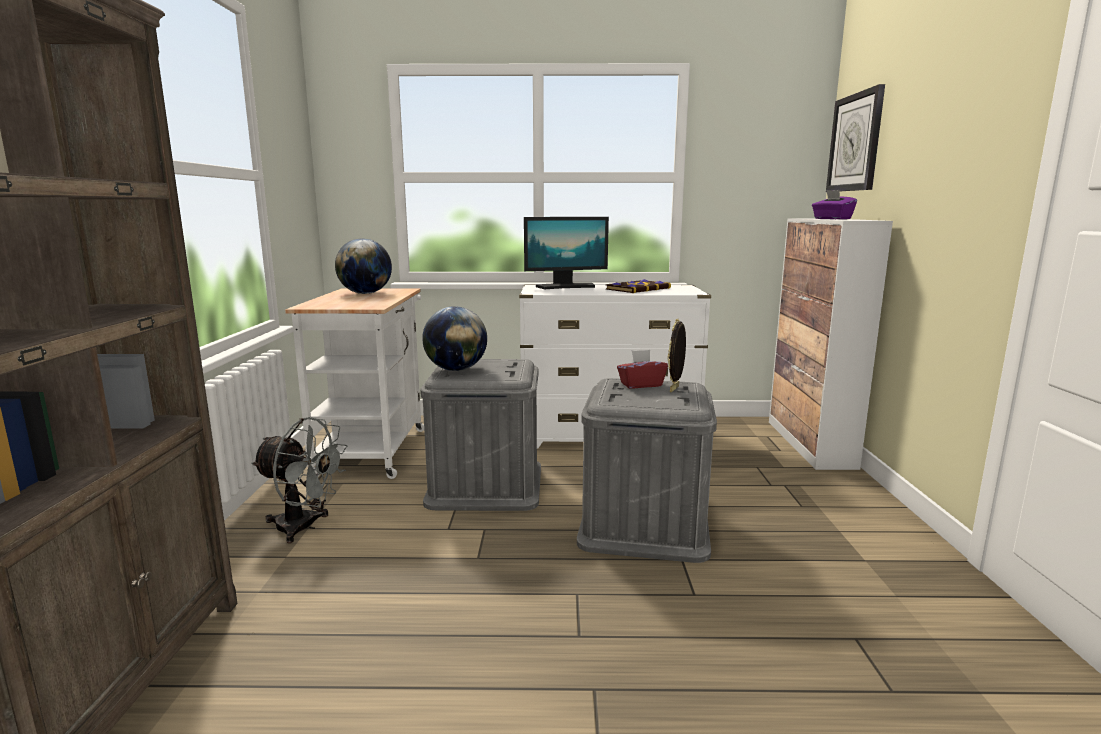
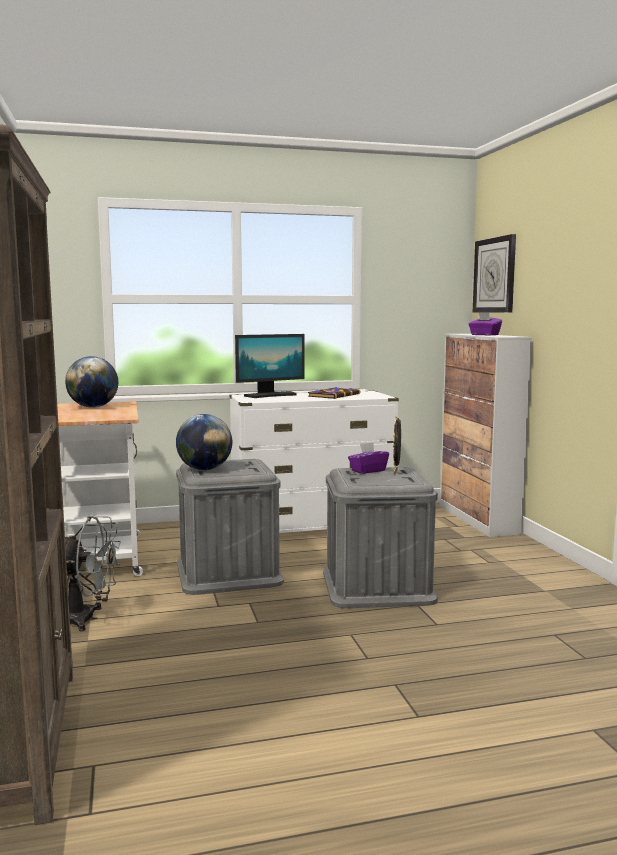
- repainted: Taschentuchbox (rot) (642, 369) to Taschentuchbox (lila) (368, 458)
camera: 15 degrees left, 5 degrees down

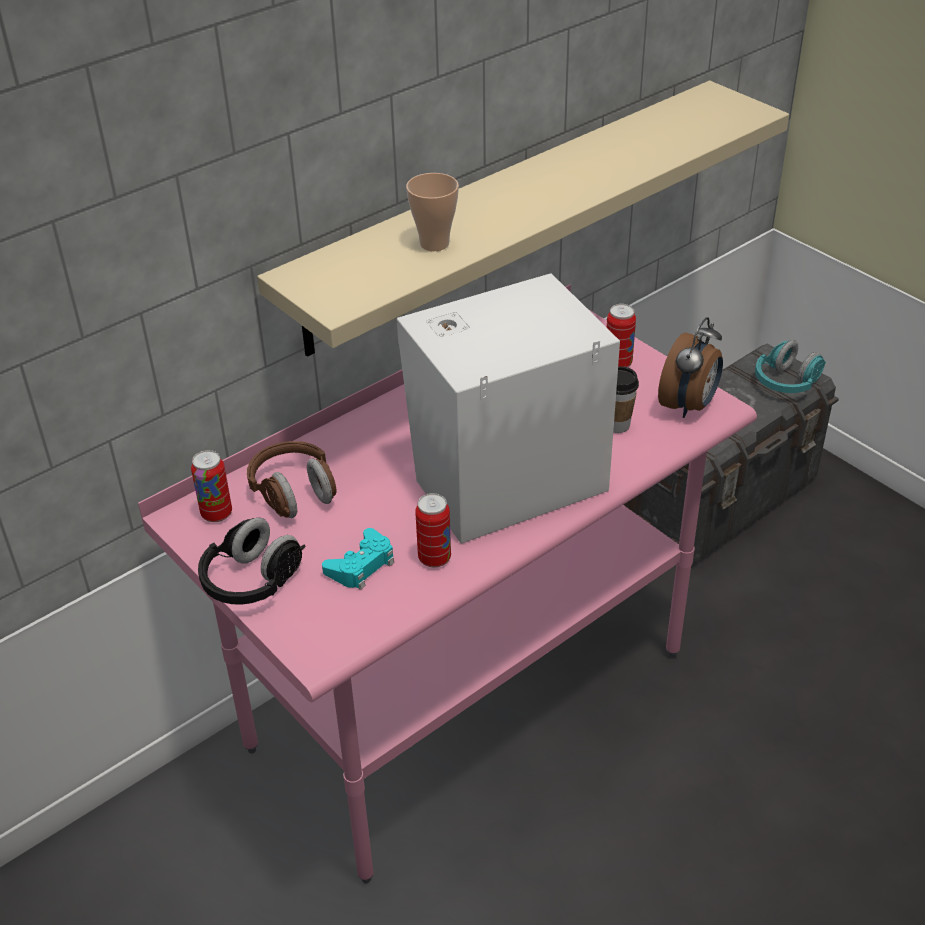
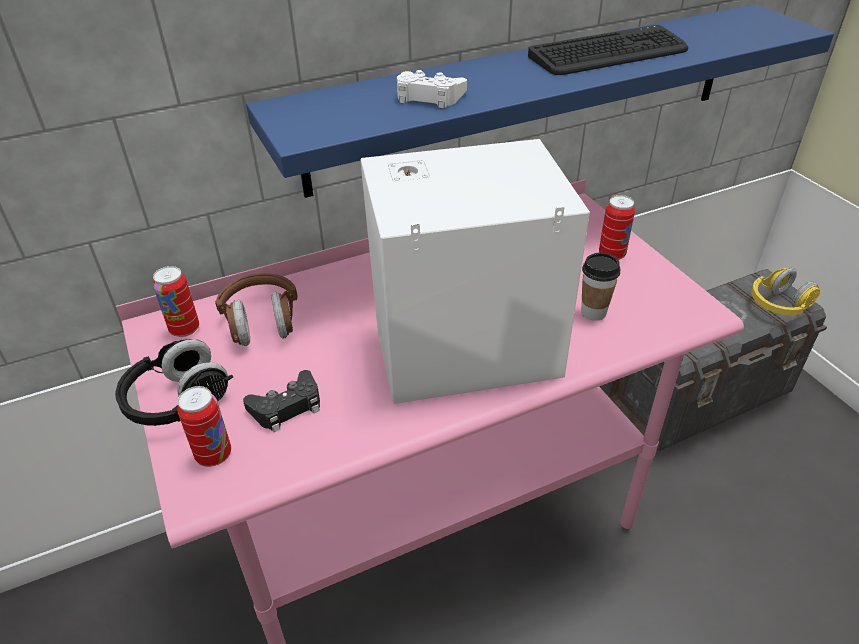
- repainted: Wandregal (beige) (523, 219) to Wandregal (blau) (540, 101)
- swapped: Tasse (432, 212) to Gamepad (weiß) (432, 89)
- gone: Wecker (690, 367)
- repainted: Kopfhörer (türkis) (790, 366) to Kopfhörer (gelb) (786, 291)
- shifted: Dose (433, 530) to (204, 426)
- repainted: Gamepad (türkis) (358, 559) to Gamepad (schwarz) (281, 401)
- new: Tastatur (608, 50)
camera: 15 degrees right, 0 degrees up

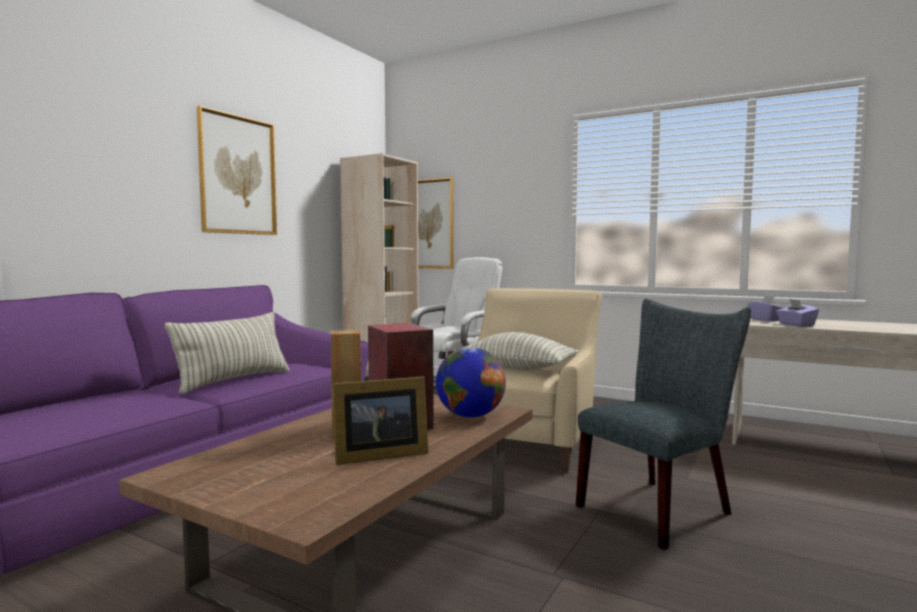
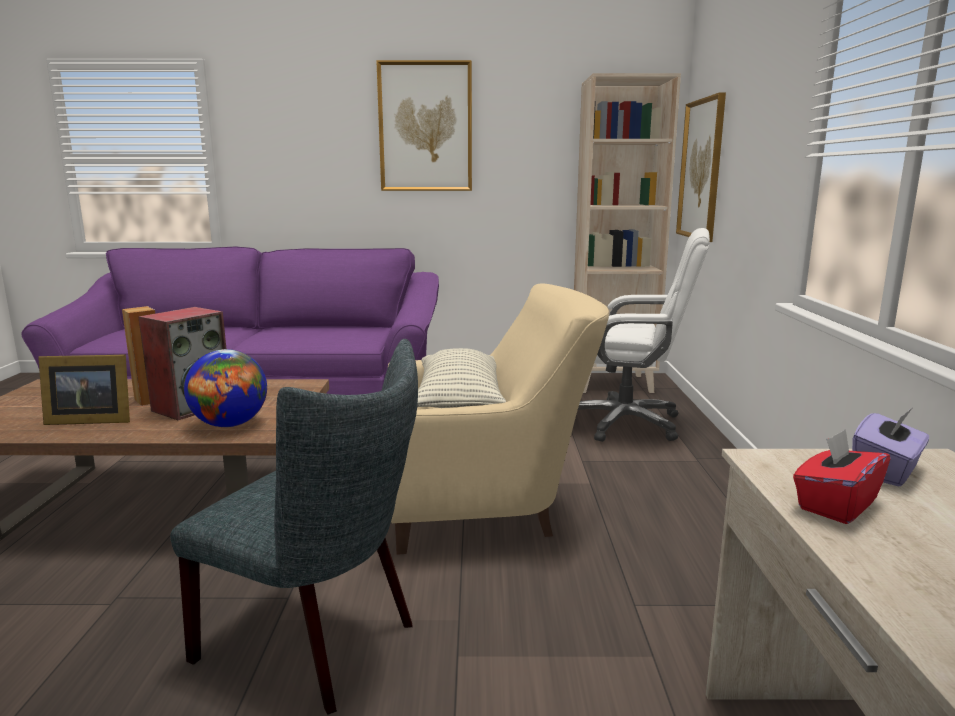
- repainted: Taschentuchbox (lila) (797, 312) to Taschentuchbox (rot) (841, 476)
- gone: Kissen (227, 353)
- rotated: Bilderrahmen (380, 420) = (84, 389) 45 degrees counterclockwise
camera: 60 degrees right, 10 degrees up

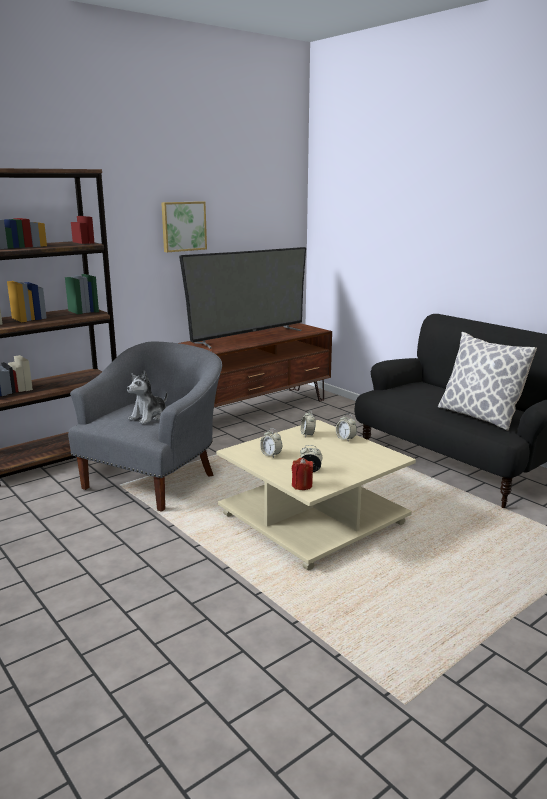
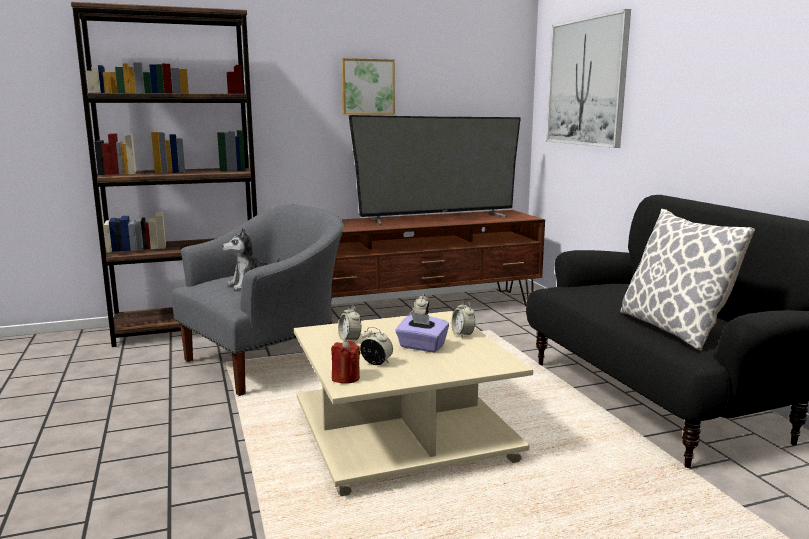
- new: Bild (588, 78)
- new: Taschentuchbox (lila) (422, 332)
camera: 20 degrees right, 5 degrees down

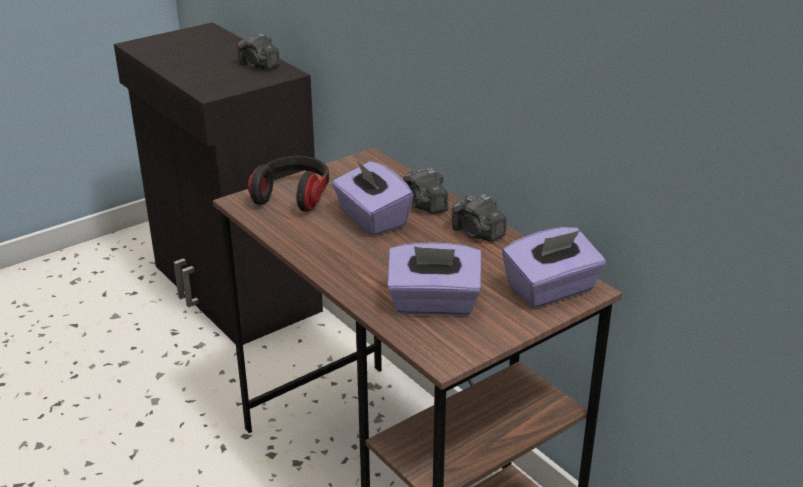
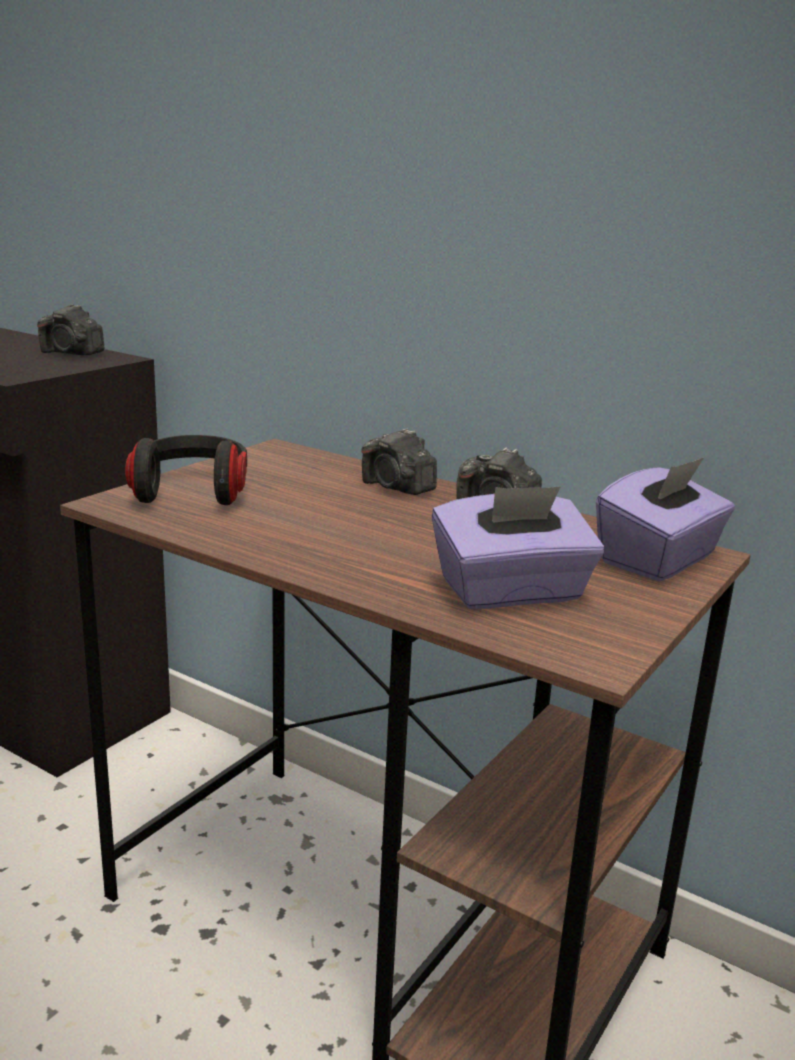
- gone: Taschentuchbox (lila) (372, 197)
camera: 20 degrees left, 10 degrees down

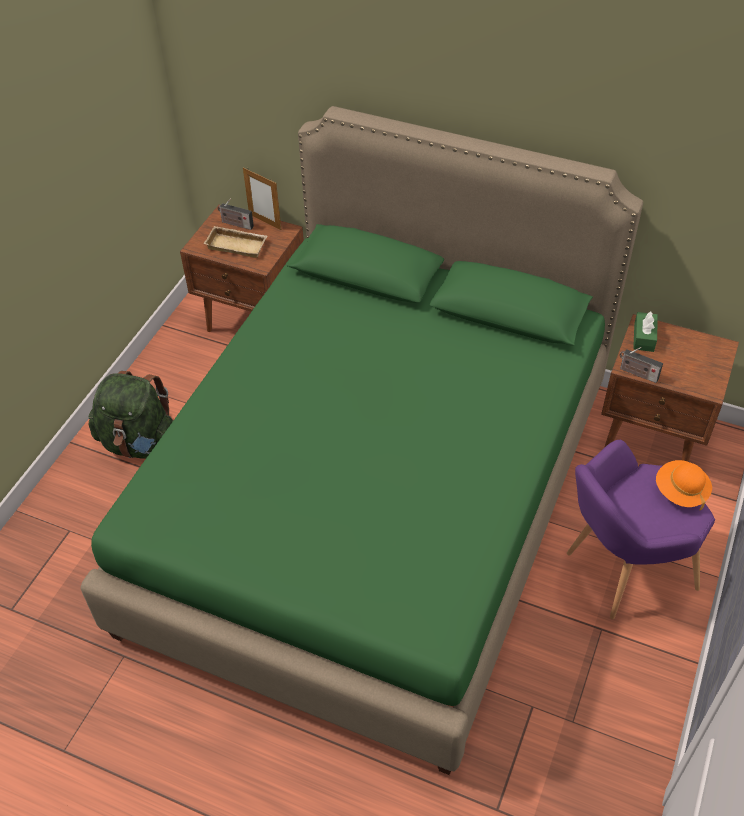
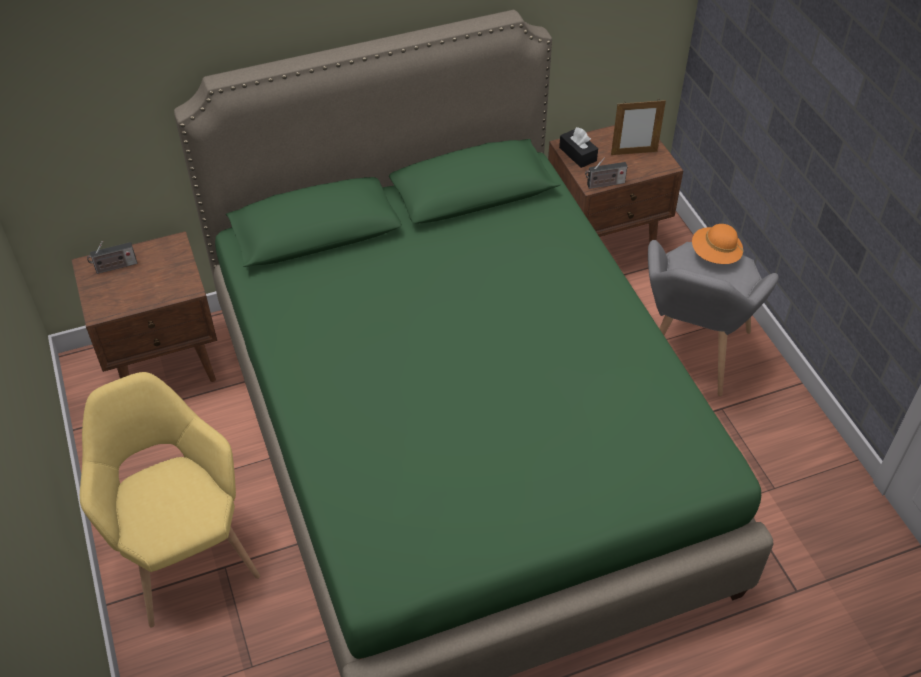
- shifted: Bilderrahmen (262, 199) to (638, 127)
- gone: Tablett (beige) (235, 242)
- repainted: Taschentuchbox (grün) (645, 331) to Taschentuchbox (schwarz) (578, 147)
- swapped: Rucksack (grün) (130, 415) to Sessel (gelb) (170, 500)
- repainted: Sessel (lila) (641, 530) to Sessel (grau) (713, 318)
camera: 45 degrees left, 0 degrees up

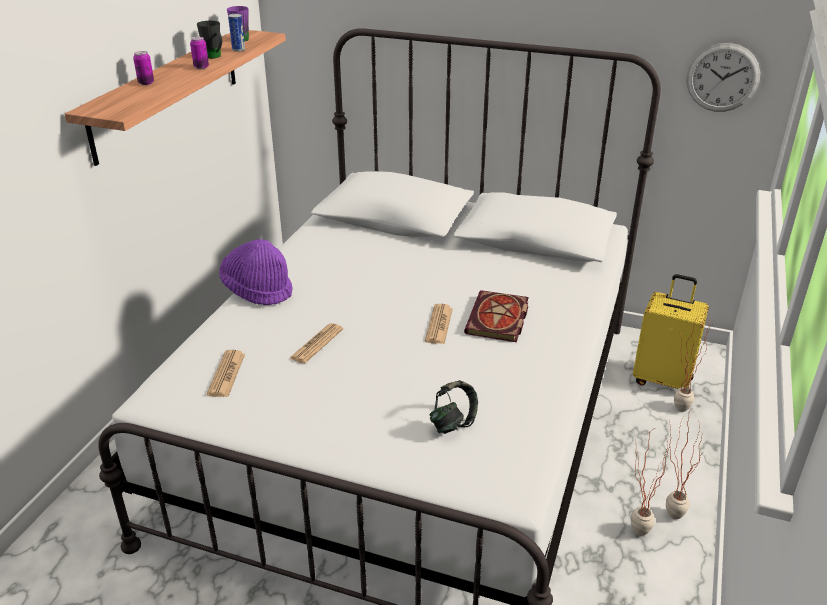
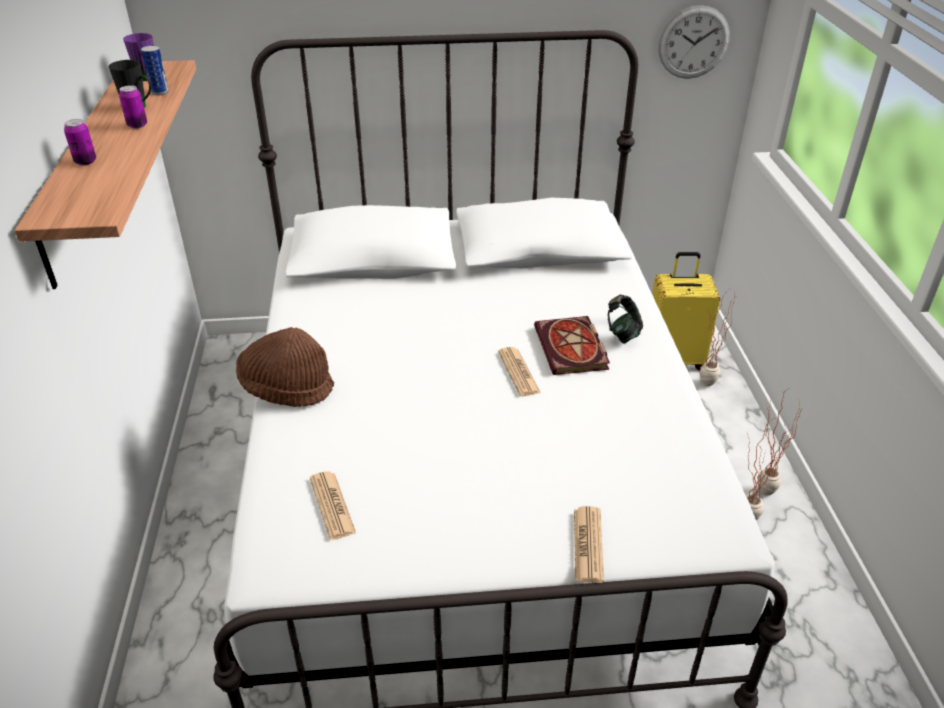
- repainted: Hut (lila) (256, 272) to Hut (braun) (285, 367)
- shifted: Zeitung (316, 343) to (589, 544)
- shifted: Kopfhörer (453, 407) to (625, 319)
camera: 25 degrees left, 5 degrees up

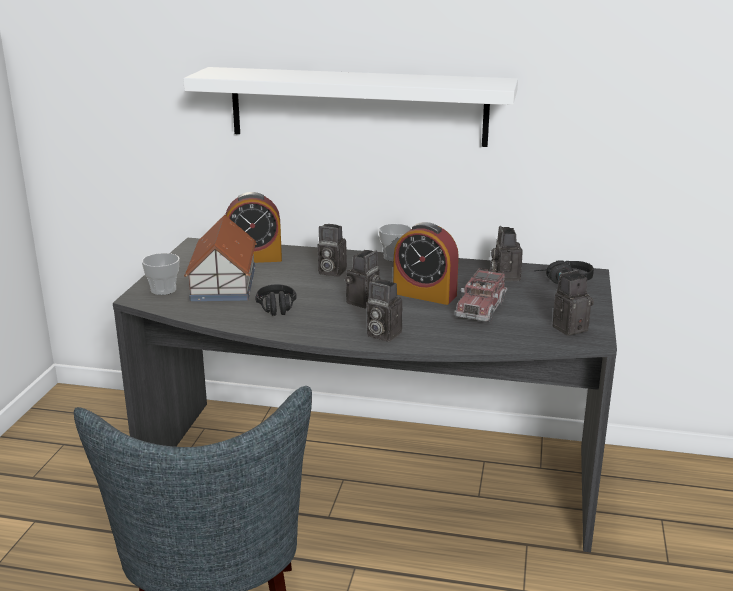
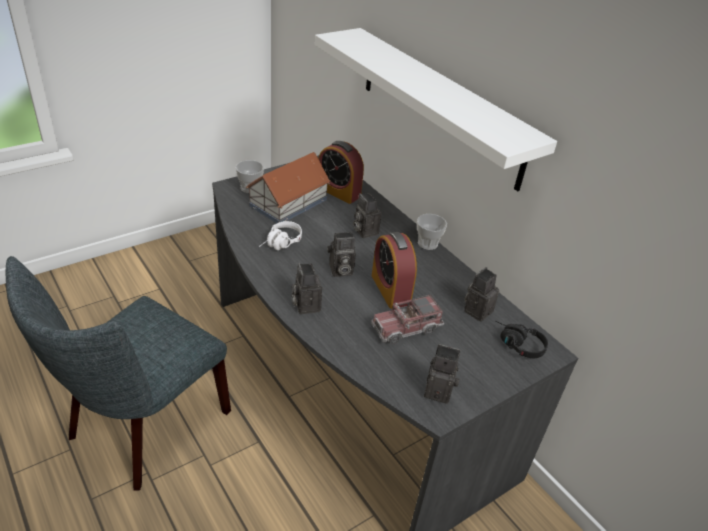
- repainted: Kopfhörer (schwarz) (276, 300) to Kopfhörer (weiß) (280, 235)
camera: 40 degrees right, 15 degrees up

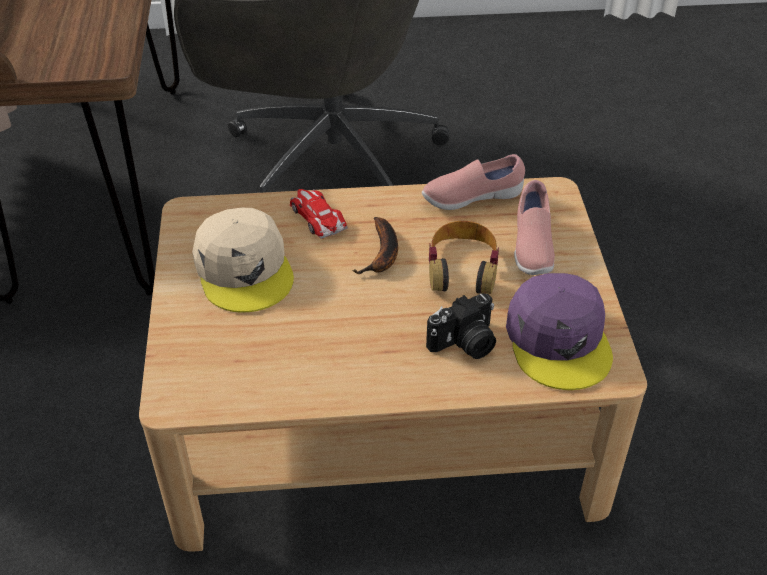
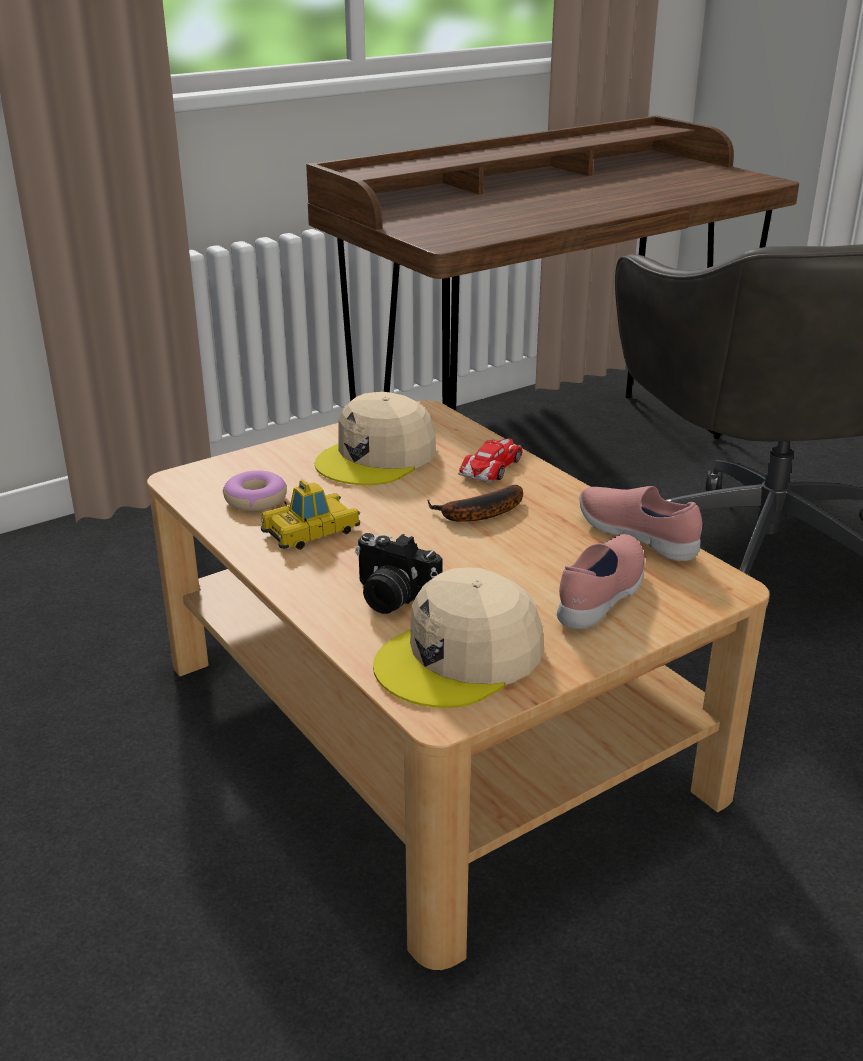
- rotated: Schuh (rosa) (534, 227) = (601, 581) 150 degrees clockwise
- gone: Kopfhörer (464, 257)
- repainted: Kappe (lila) (559, 331) to Kappe (beige) (458, 637)
- new: Donut (255, 490)
- new: Spielzeugauto (310, 515)
camera: 60 degrees right, 15 degrees down

